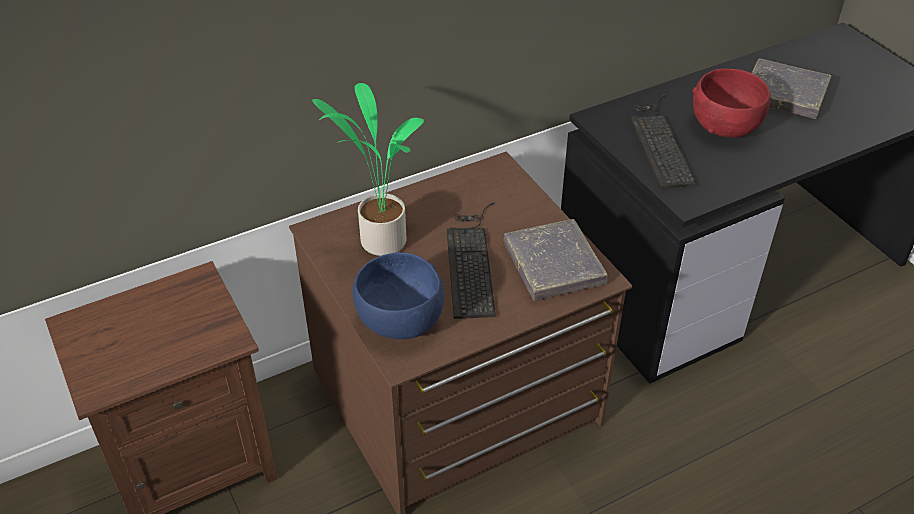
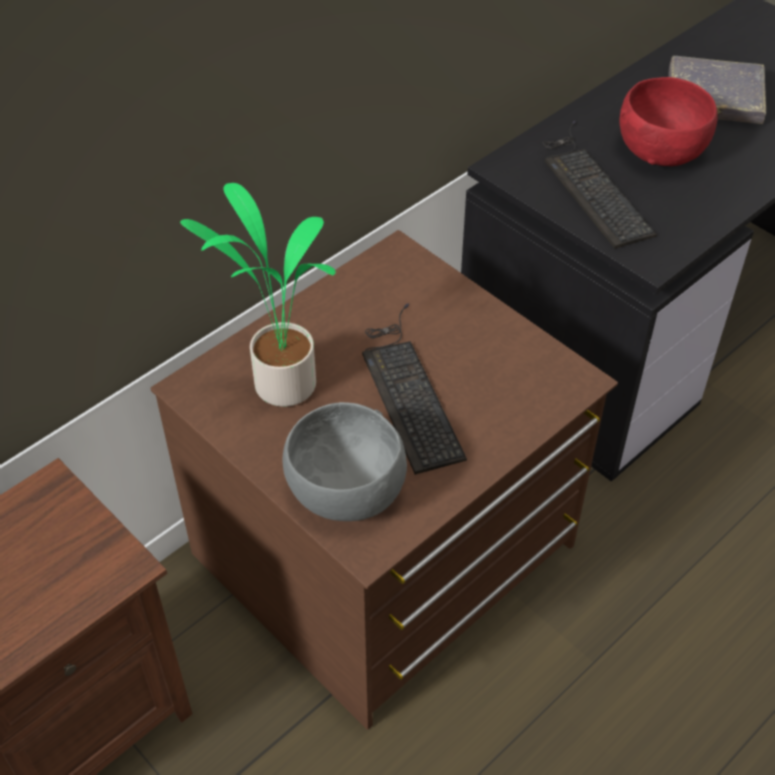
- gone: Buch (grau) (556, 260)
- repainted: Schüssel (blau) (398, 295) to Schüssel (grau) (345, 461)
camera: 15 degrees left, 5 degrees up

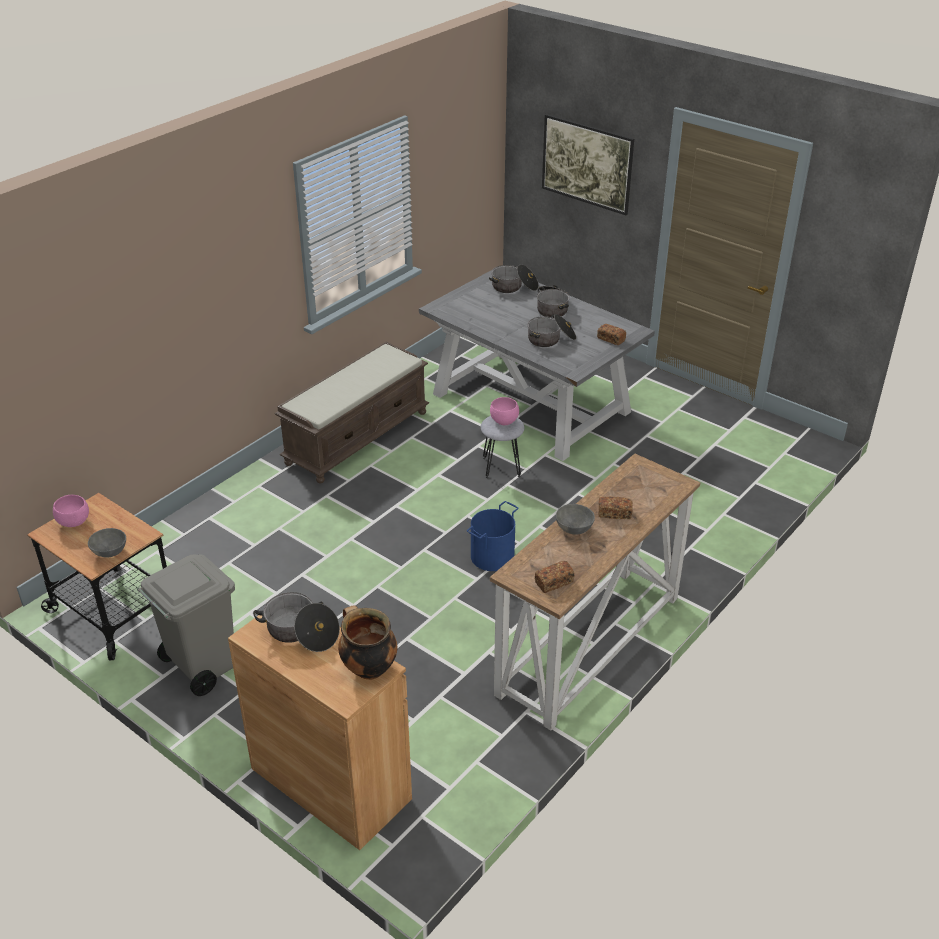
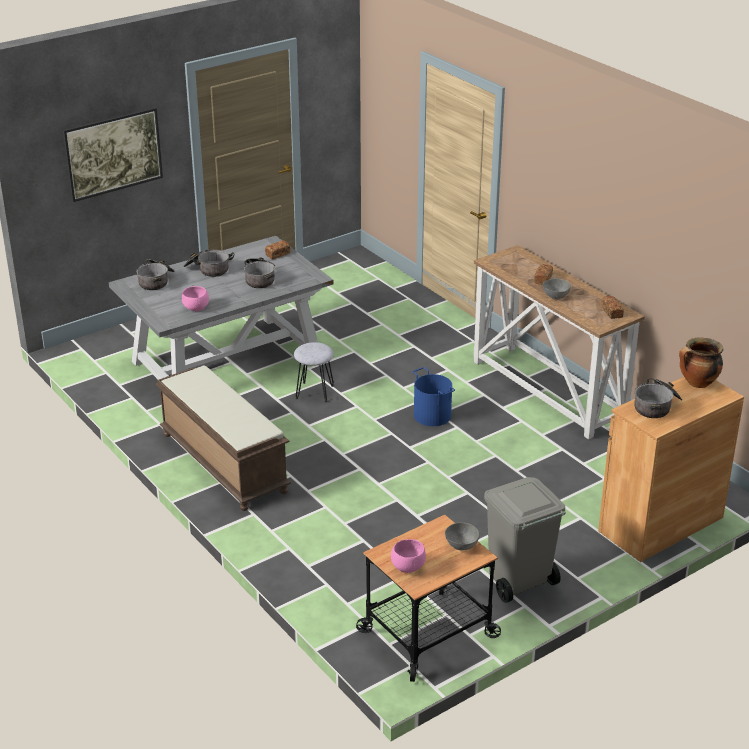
- shifted: Schüssel (rosa) (504, 411) to (195, 298)
camera: 75 degrees left, 5 degrees down

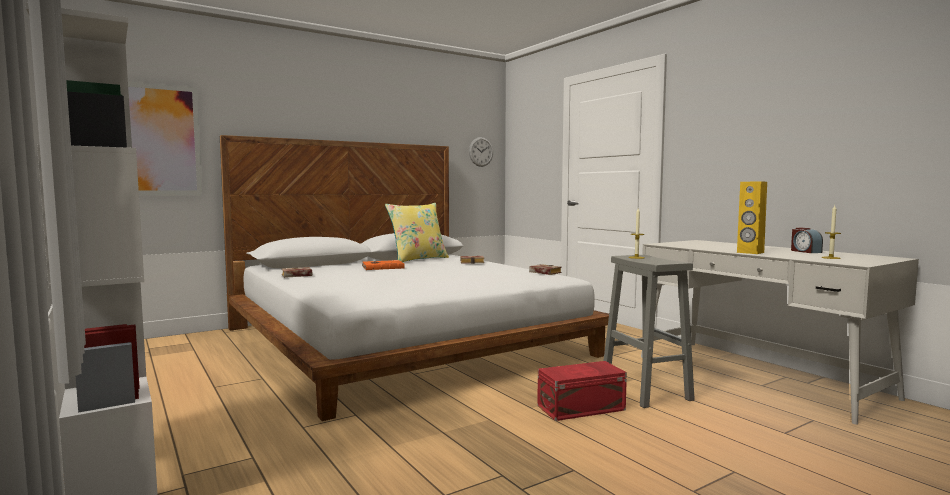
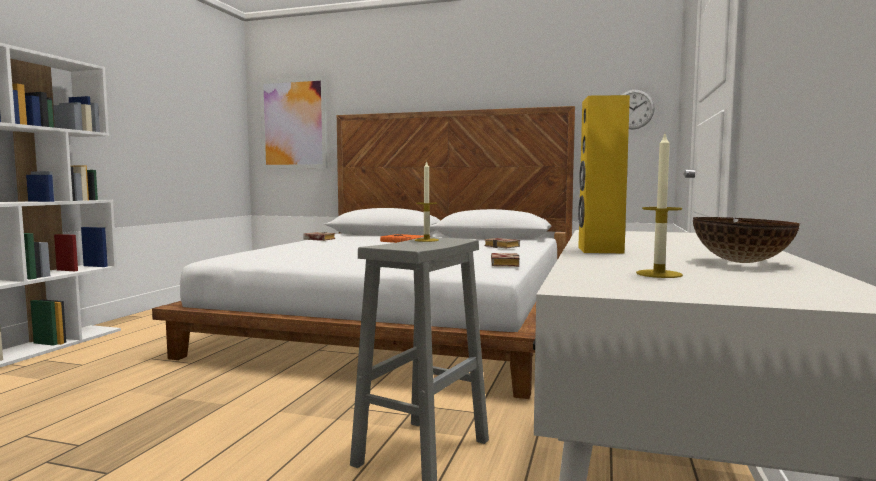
- gone: Kissen (gelb) (417, 232)
- swapped: Wecker (807, 240) to Schüssel (746, 240)
- gone: Aufbewahrungsbox (rot) (582, 391)
camera: 50 degrees right, 0 degrees up

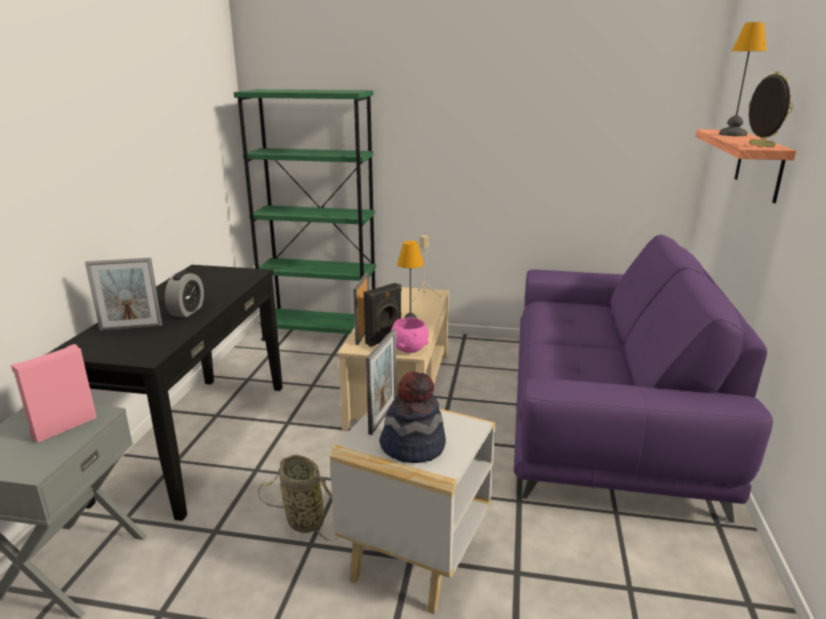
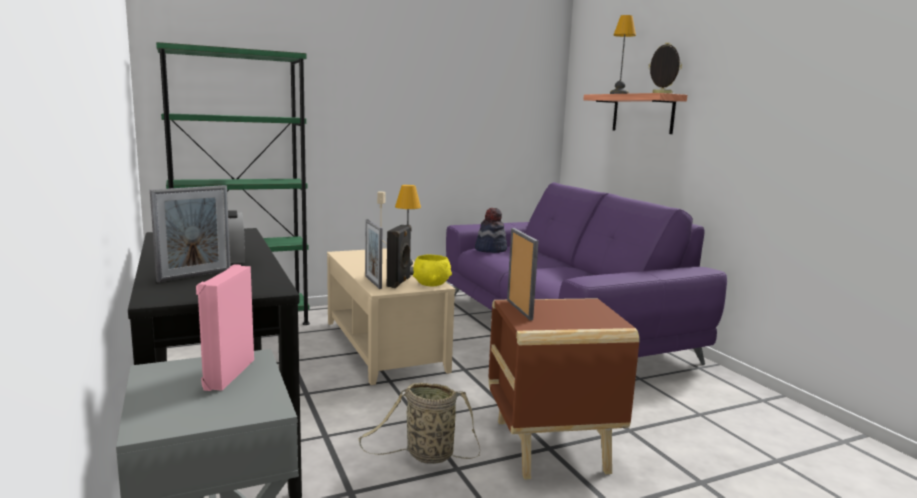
- repainted: Schüssel (rosa) (410, 335) to Schüssel (gelb) (432, 270)
- shifted: Hut (412, 417) to (491, 230)
- repainted: Beistelltisch (weiß) (412, 511) to Beistelltisch (braun) (564, 389)
camera: 35 degrees left, 10 degrees down

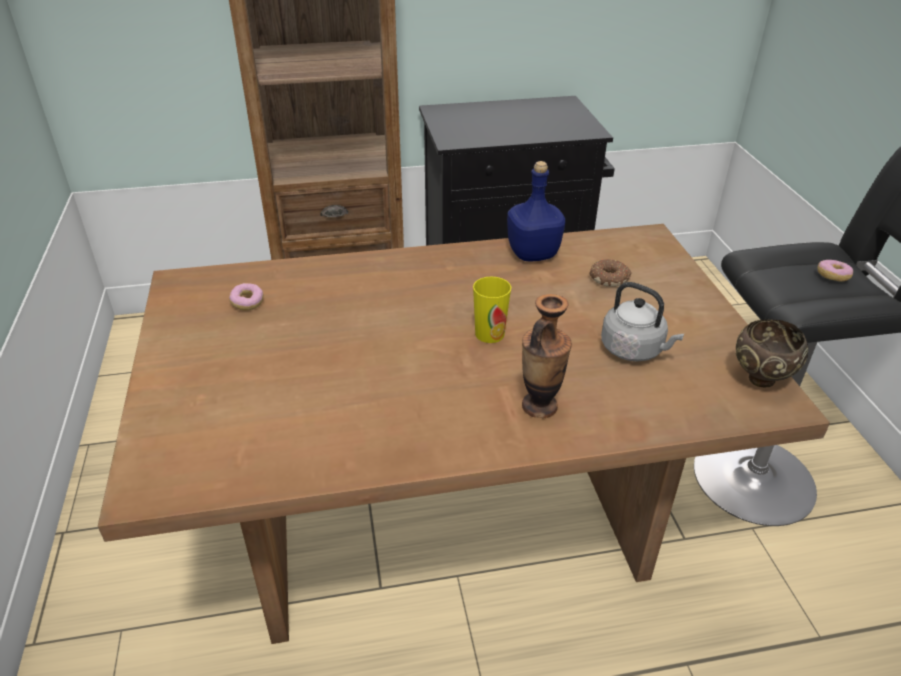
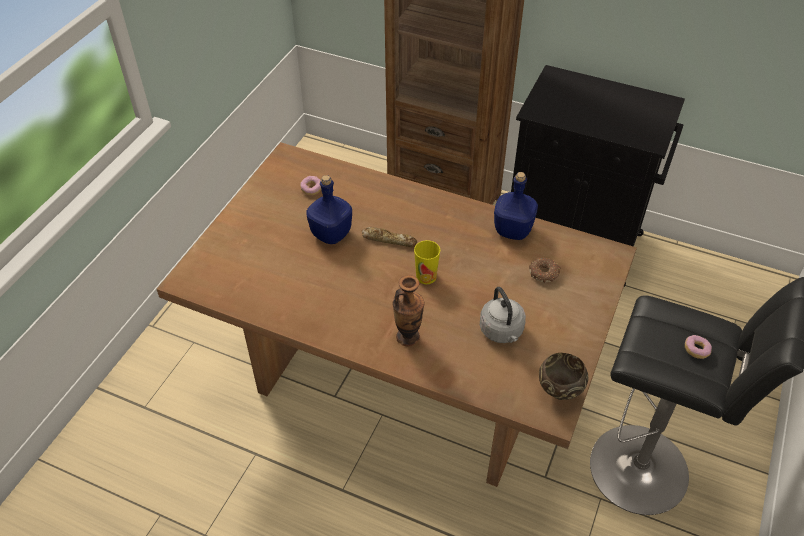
- new: Flasche (blau) (329, 209)
- new: Brot (389, 237)
camera: 35 degrees right, 10 degrees up

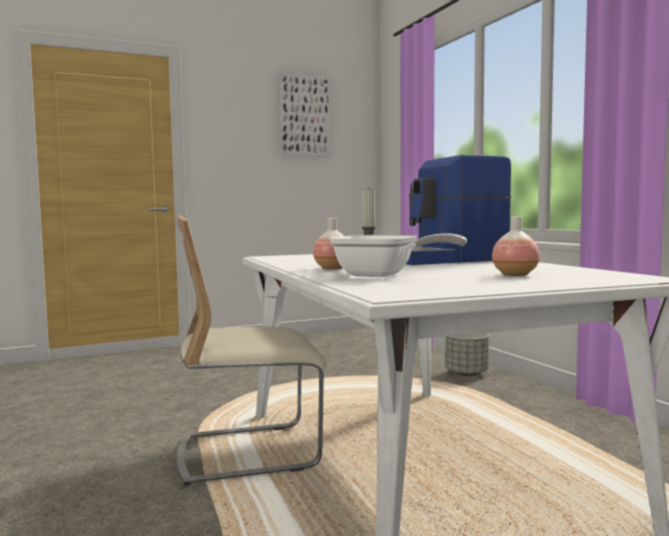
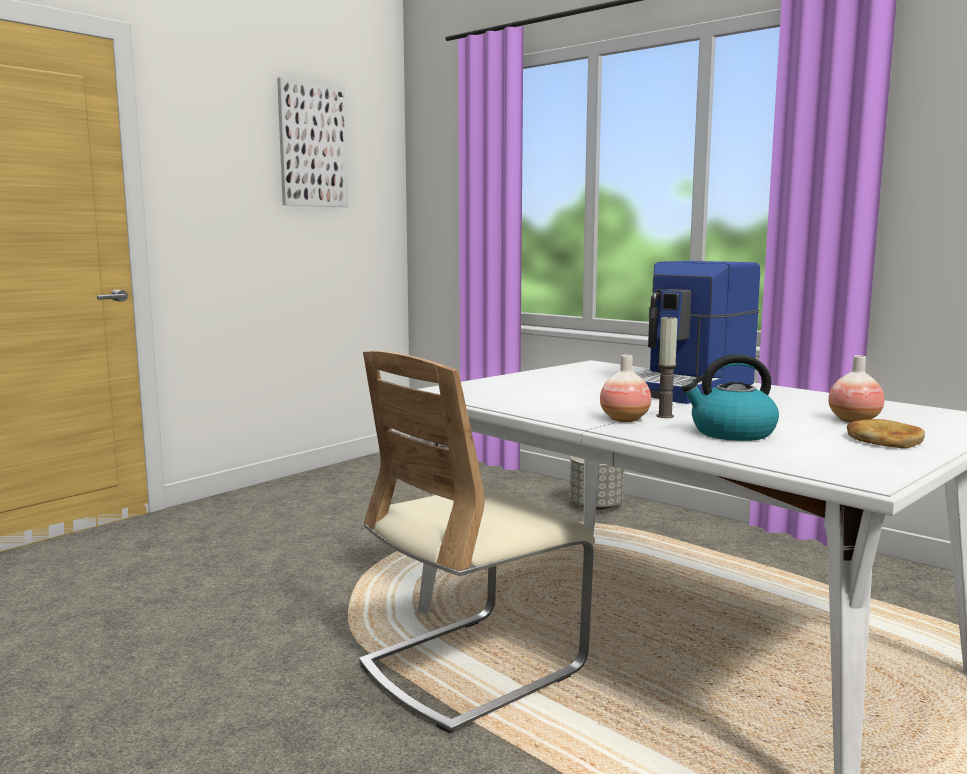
- swapped: Pfanne (398, 255) to Wasserkessel (730, 397)
- new: Brot (886, 434)
camera: 25 degrees left, 5 degrees up

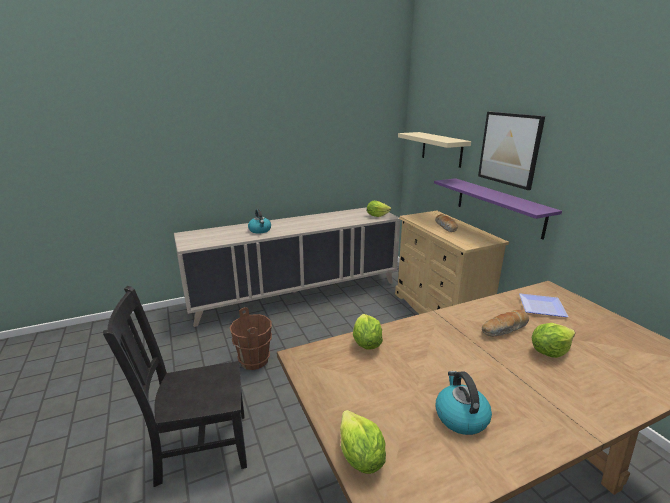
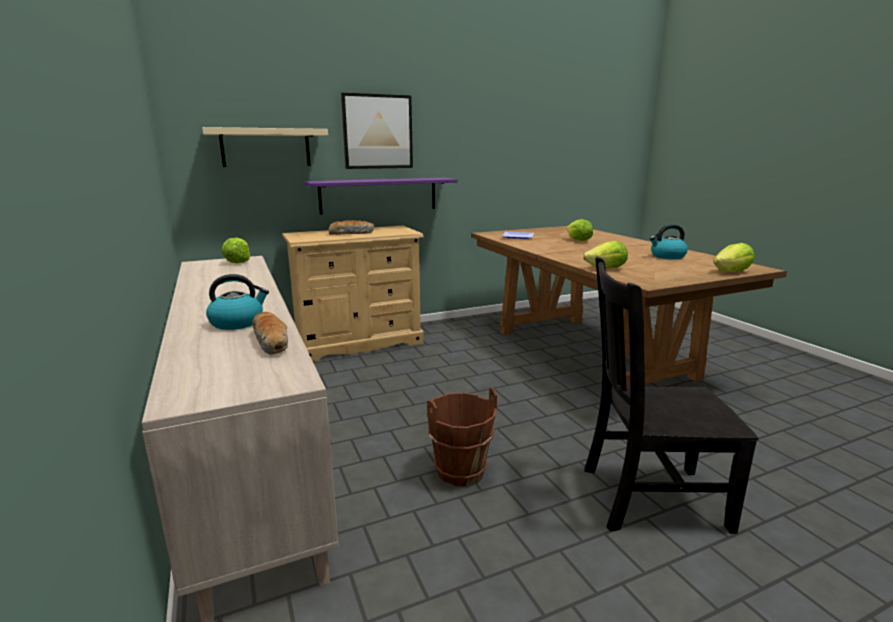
- rotated: Stuhl (schwarz) (175, 386) = (671, 395) 105 degrees clockwise
- shifted: Brot (505, 323) to (270, 333)
camera: 90 degrees left, 5 degrees down

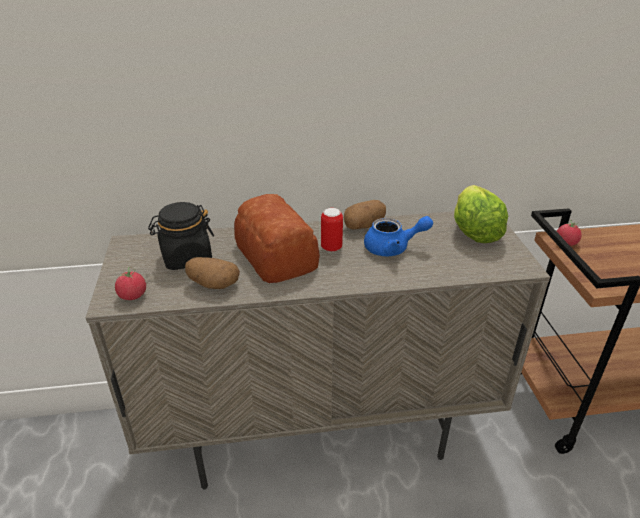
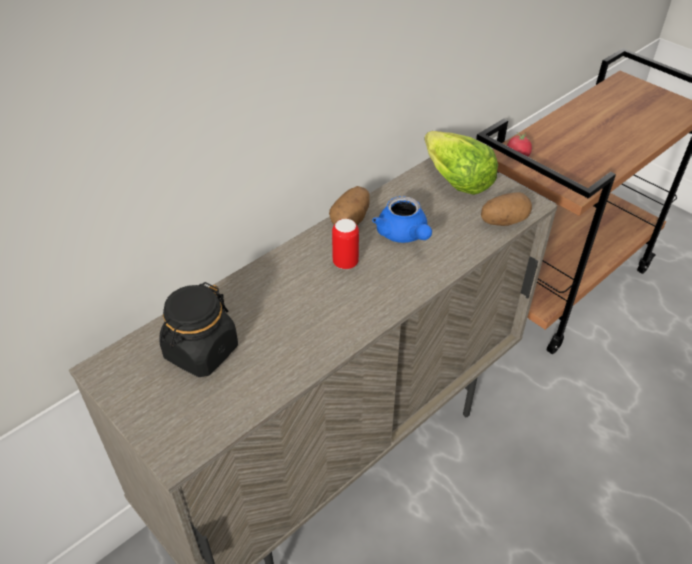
- gone: Brot (277, 238)
- rotated: Teekanne (blau) (398, 236) = (402, 219) 105 degrees clockwise
- shifted: Kartoffel (212, 273) to (506, 209)
- gone: Tomate (130, 283)
camera: 35 degrees left, 10 degrees up

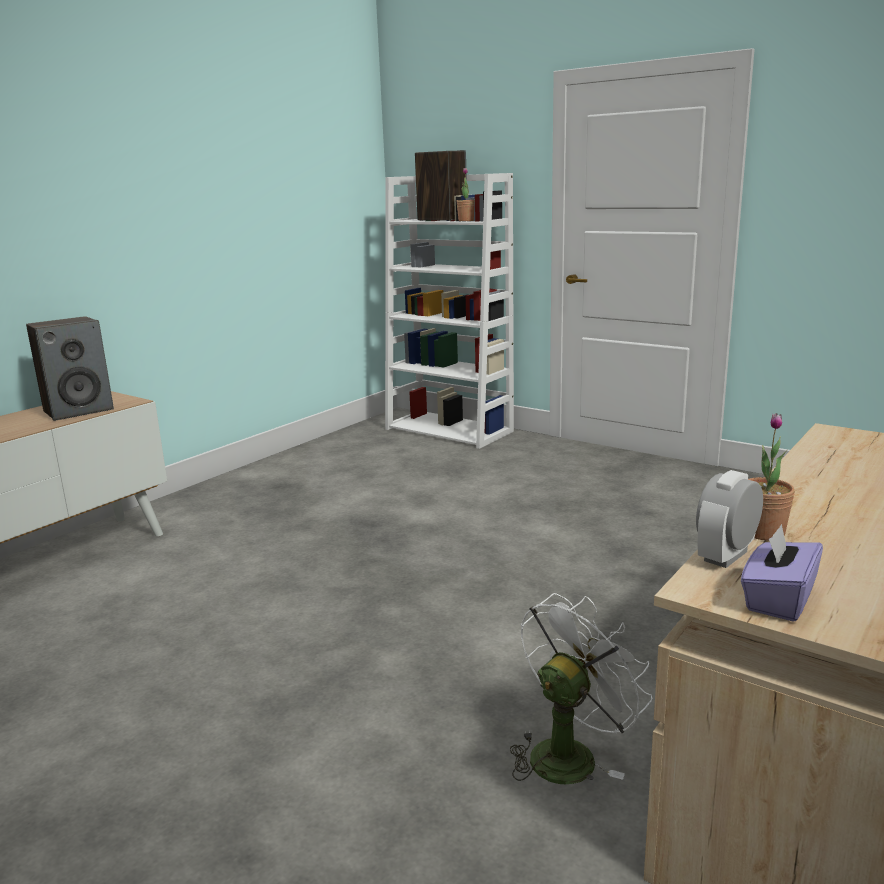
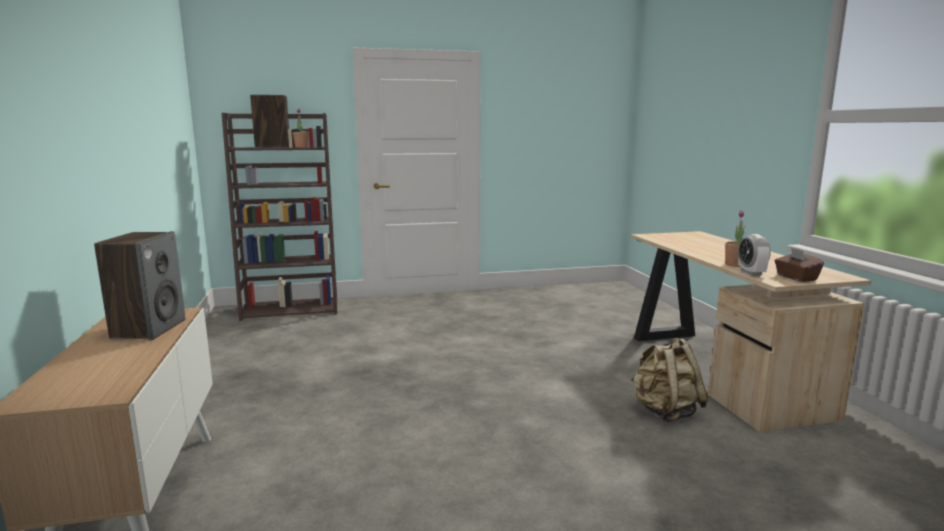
- repainted: Bücherregal (weiß) (449, 311) to Bücherregal (braun) (279, 217)
- repainted: Taschentuchbox (lila) (782, 573) to Taschentuchbox (braun) (799, 264)
- swapped: Ventilator (weiß) (581, 688) to Rucksack (beige) (669, 380)
camera: 50 degrees left, 5 degrees down

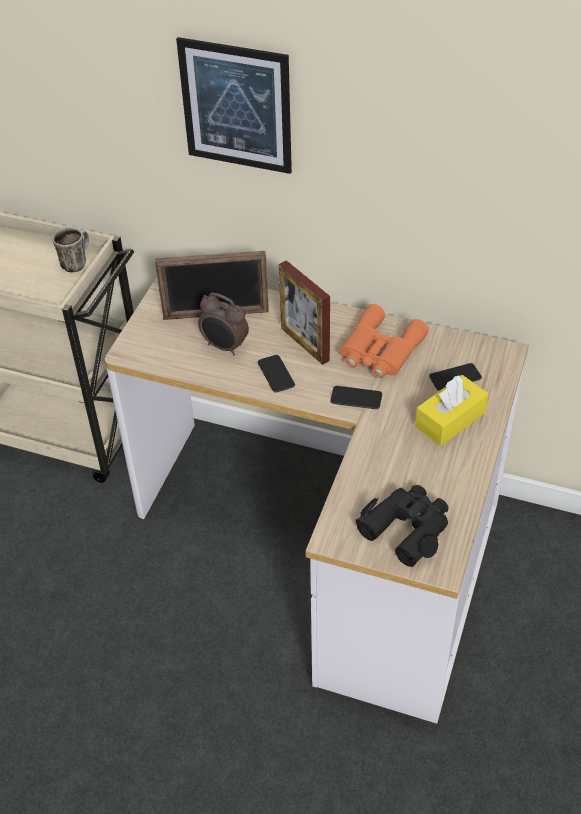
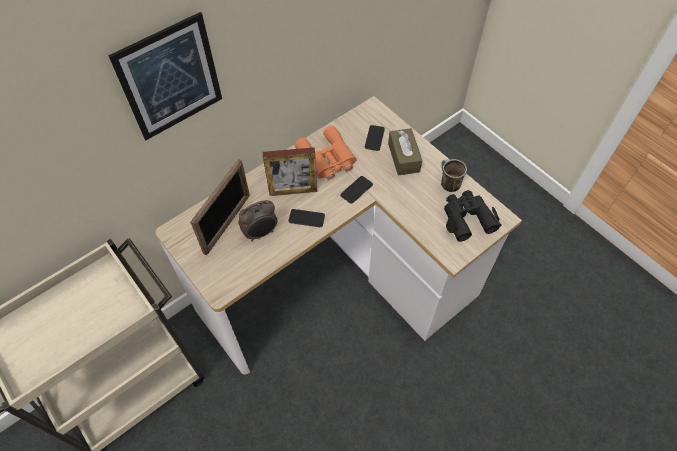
- shifted: Henkelbecher (70, 250) to (454, 175)
- repainted: Taschentuchbox (gelb) (452, 410) to Taschentuchbox (braun) (405, 152)
camera: 60 degrees left, 10 degrees up

